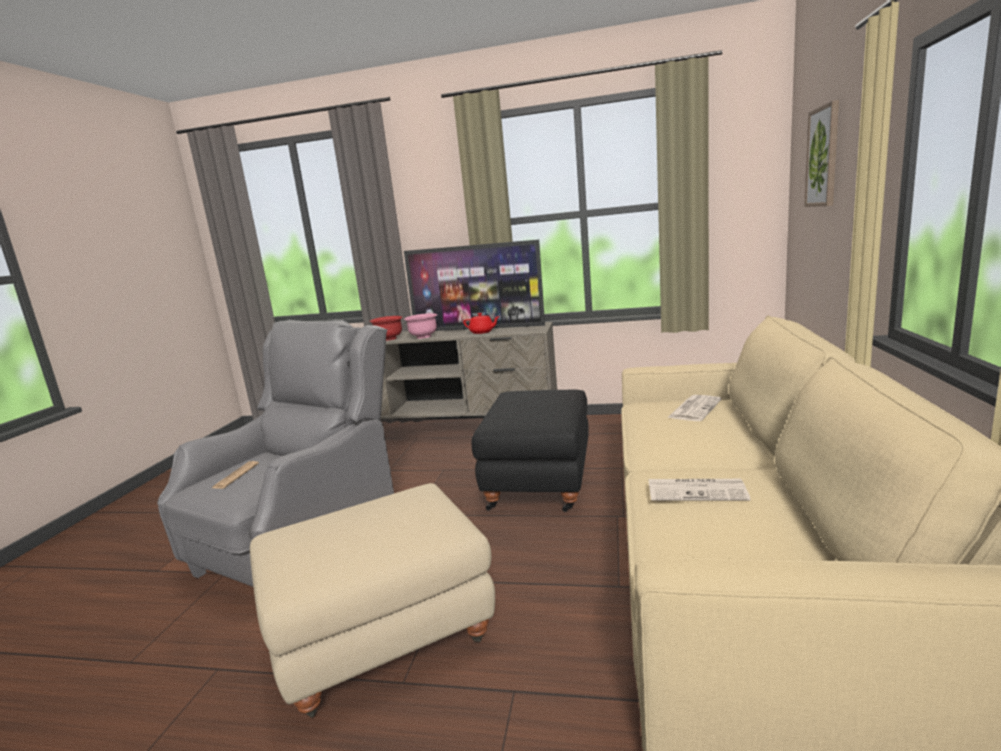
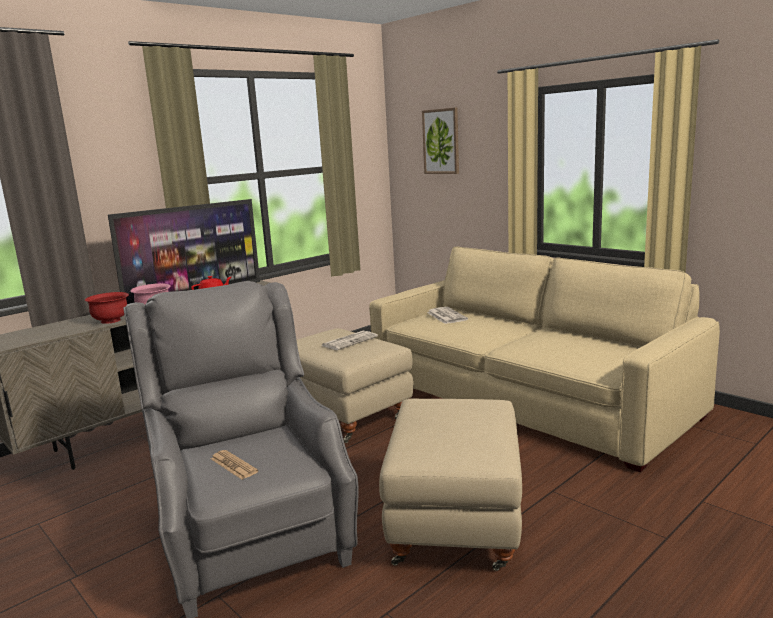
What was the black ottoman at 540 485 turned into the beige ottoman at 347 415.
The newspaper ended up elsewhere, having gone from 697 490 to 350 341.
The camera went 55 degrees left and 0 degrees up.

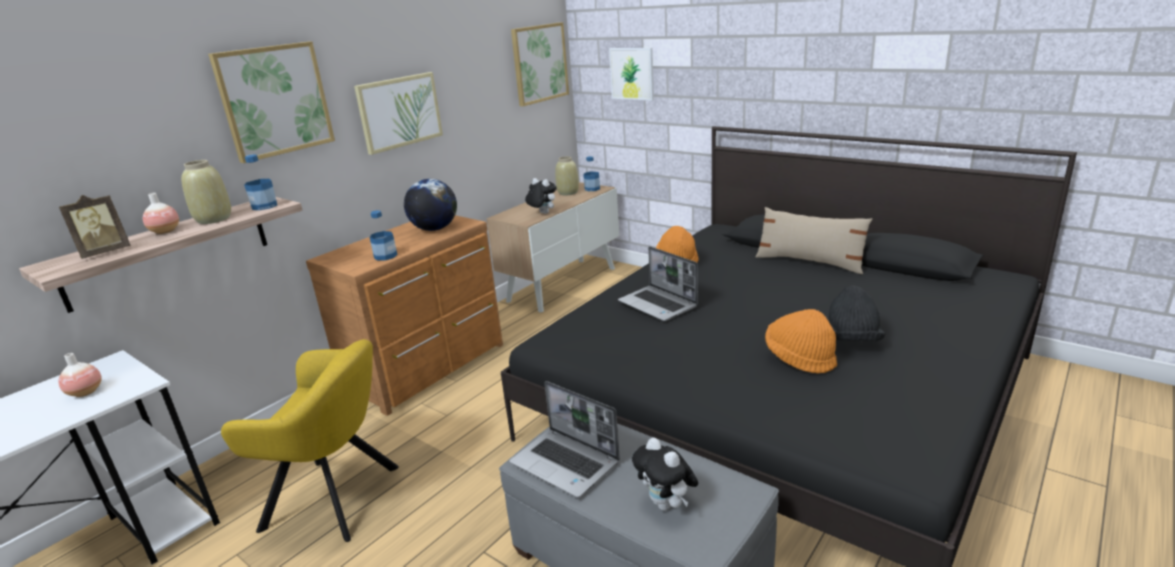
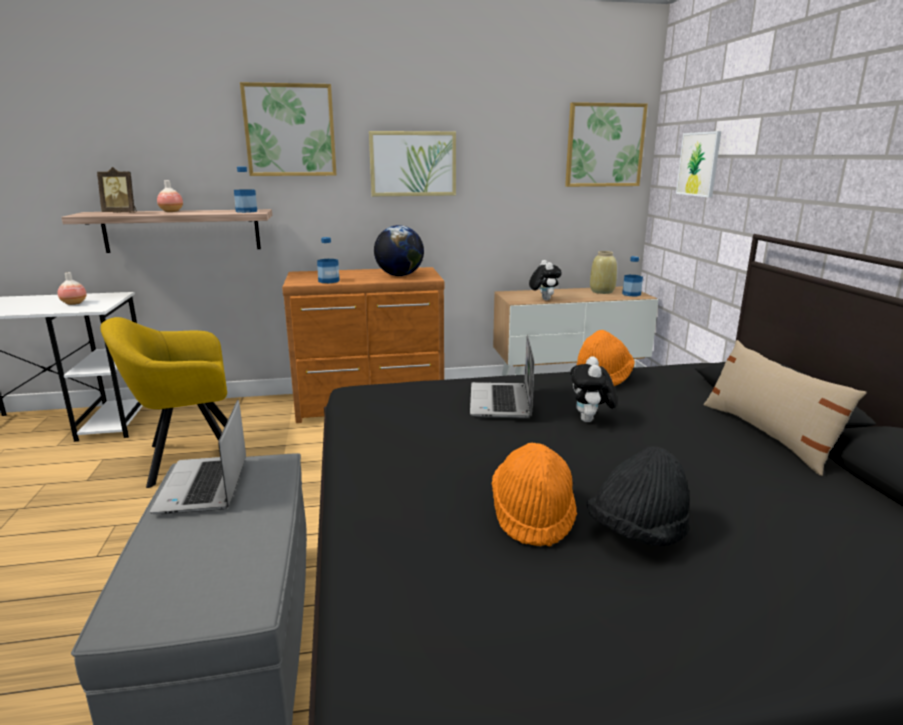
The second view lost the beige vase at 214 219.
The yellow armchair at 338 498 ended up facing another way, 105 degrees clockwise from before.
The plush toy ended up elsewhere, having gone from 666 505 to 590 421.
The camera went 40 degrees right and 5 degrees down.

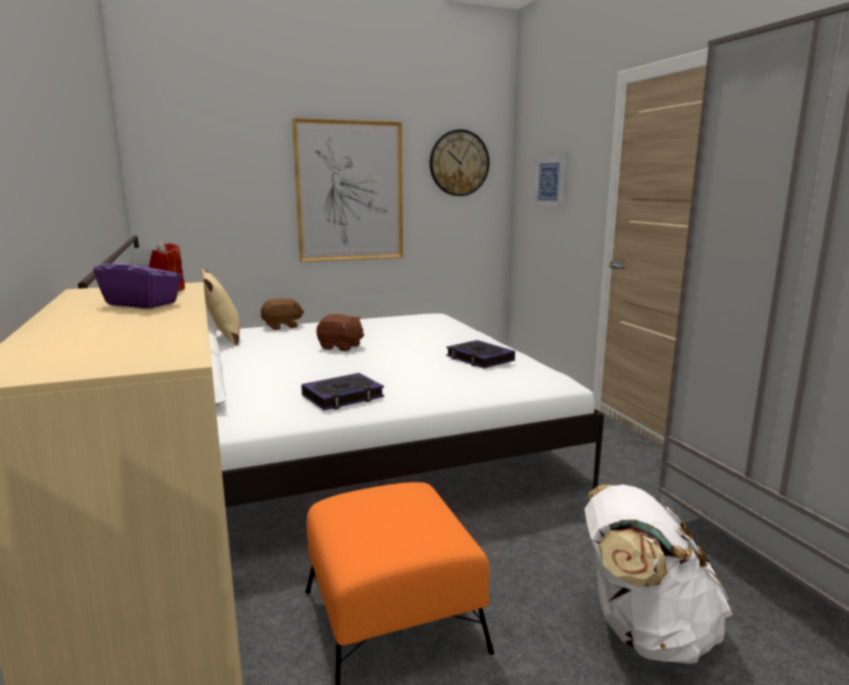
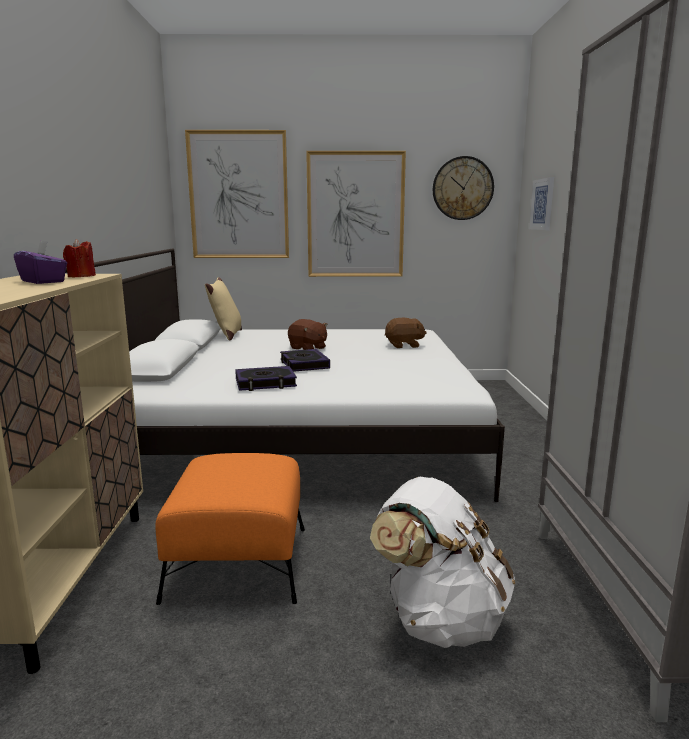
The brown plush toy ended up elsewhere, having gone from 282 327 to 404 345.
The book ended up elsewhere, having gone from 479 359 to 304 364.
The second view gained the picture at 239 195.
The camera went 20 degrees right and 0 degrees up.

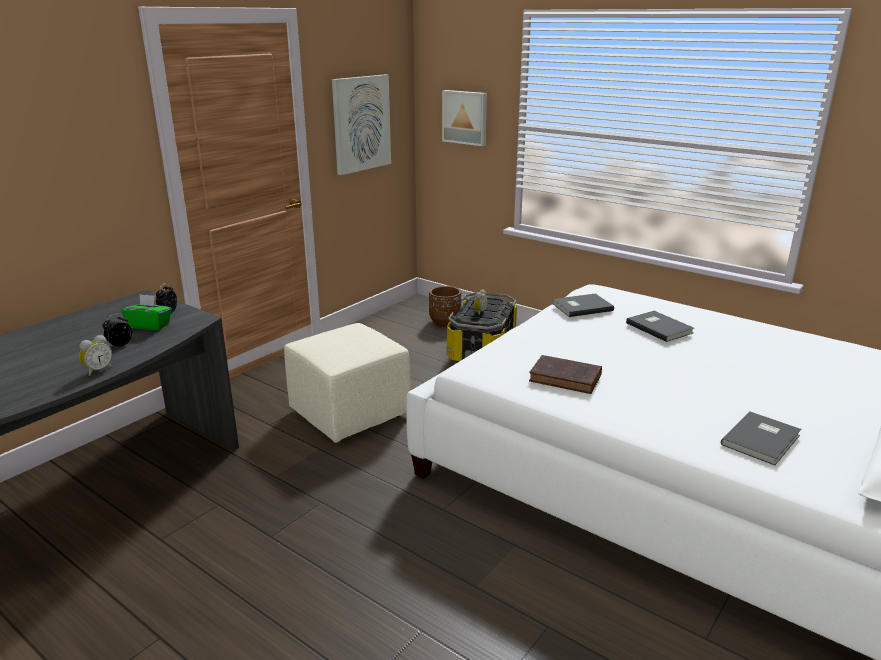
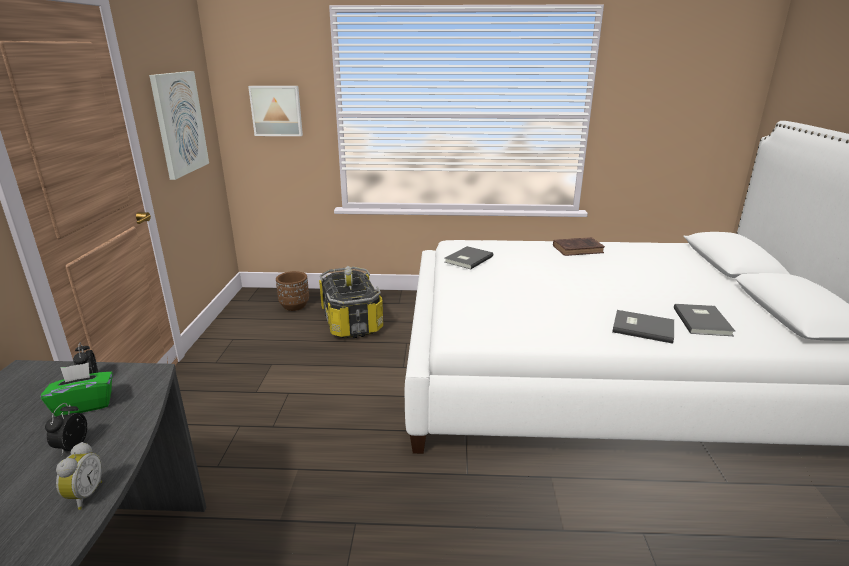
The grey book ended up elsewhere, having gone from 659 327 to 642 327.
The second view lost the beige ottoman at 350 413.
The brown book ended up elsewhere, having gone from 567 378 to 579 249.
The camera went 35 degrees left and 0 degrees up.

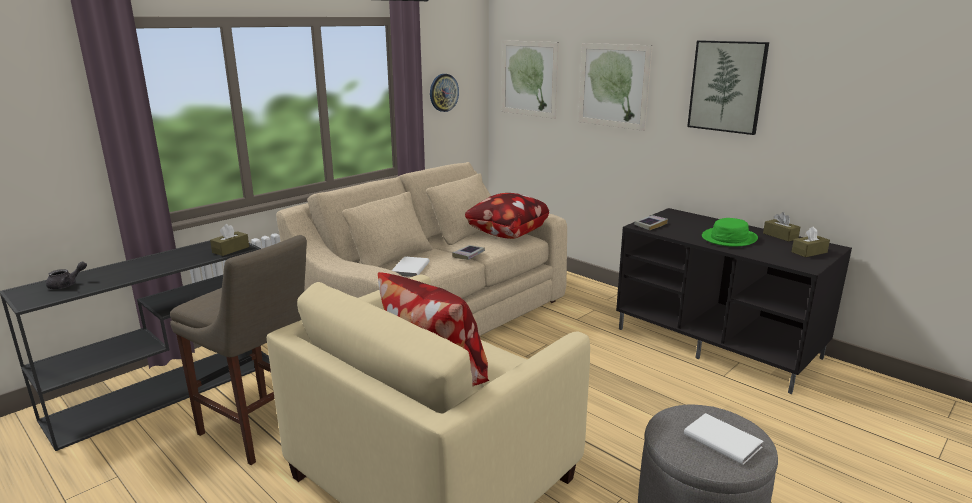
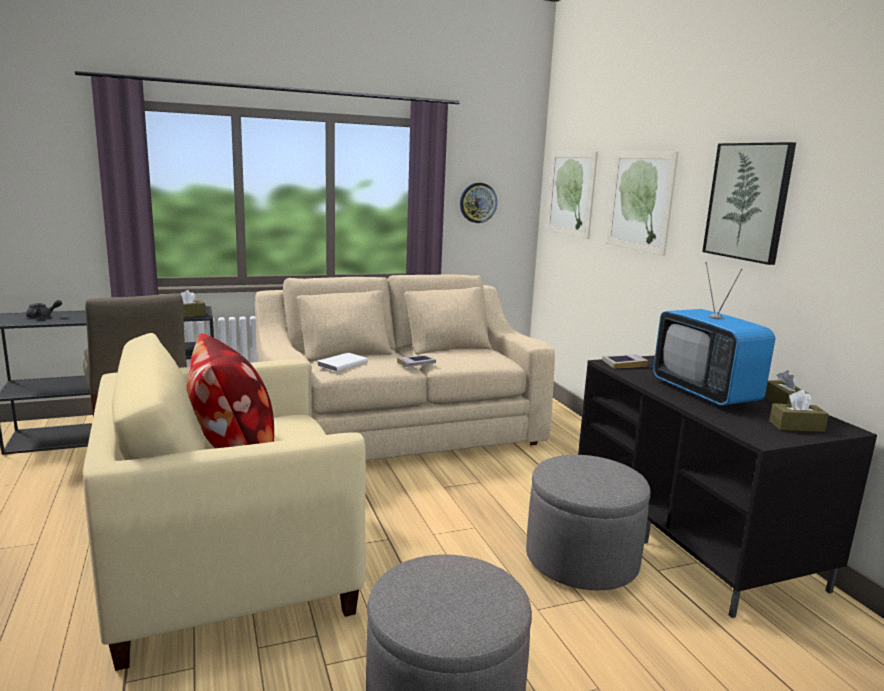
The second view lost the pillow at 505 234.
Where the green hat stood at 729 238, the television came to stand at 705 393.
The second view lost the white book at 722 439.
The second view gained the grey ottoman at 581 559.
The camera went 25 degrees right and 5 degrees down.

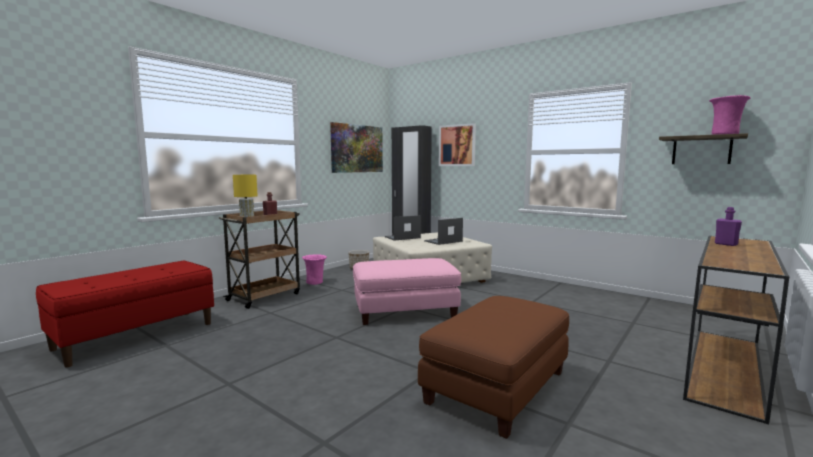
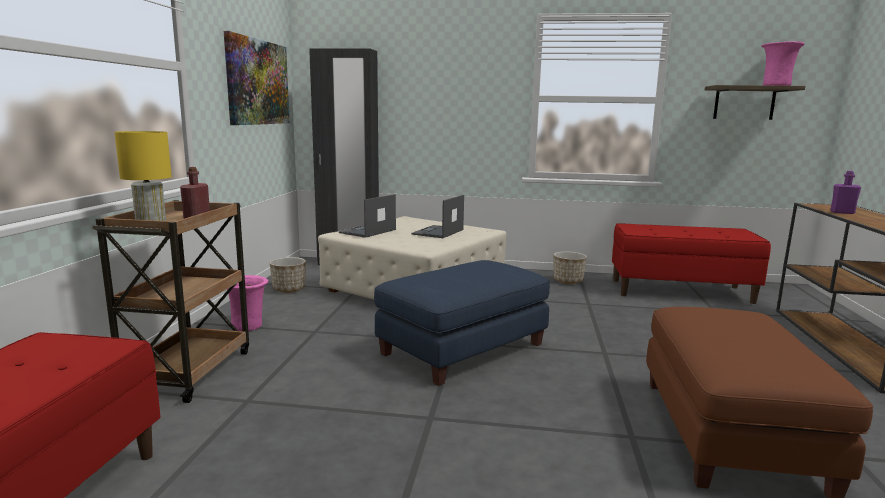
The second view lost the picture at 457 145.
What was the pink ottoman at 405 311 turned into the blue ottoman at 463 348.
The second view gained the red bench at 680 291.
The second view gained the planter at 568 281.
The camera went 30 degrees left and 5 degrees up.

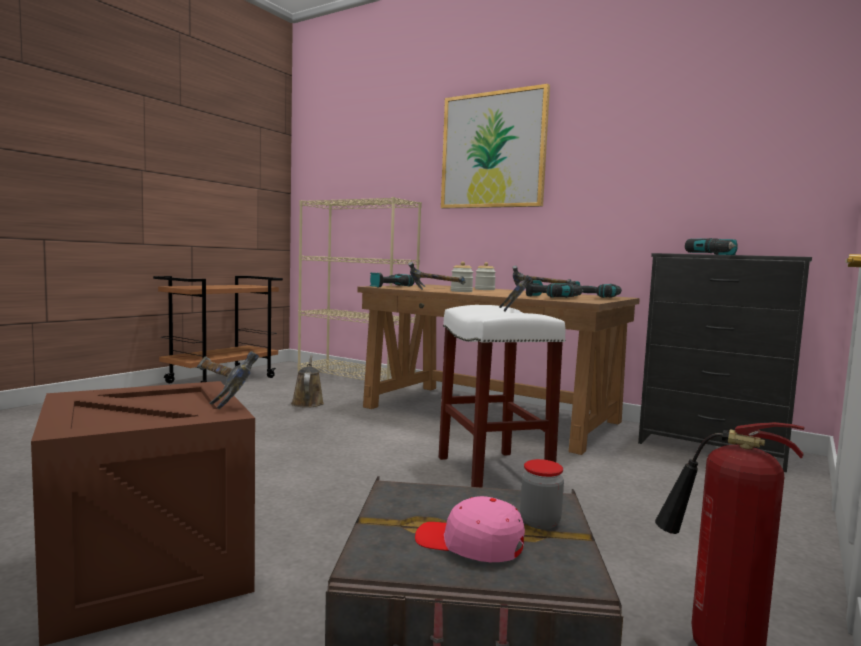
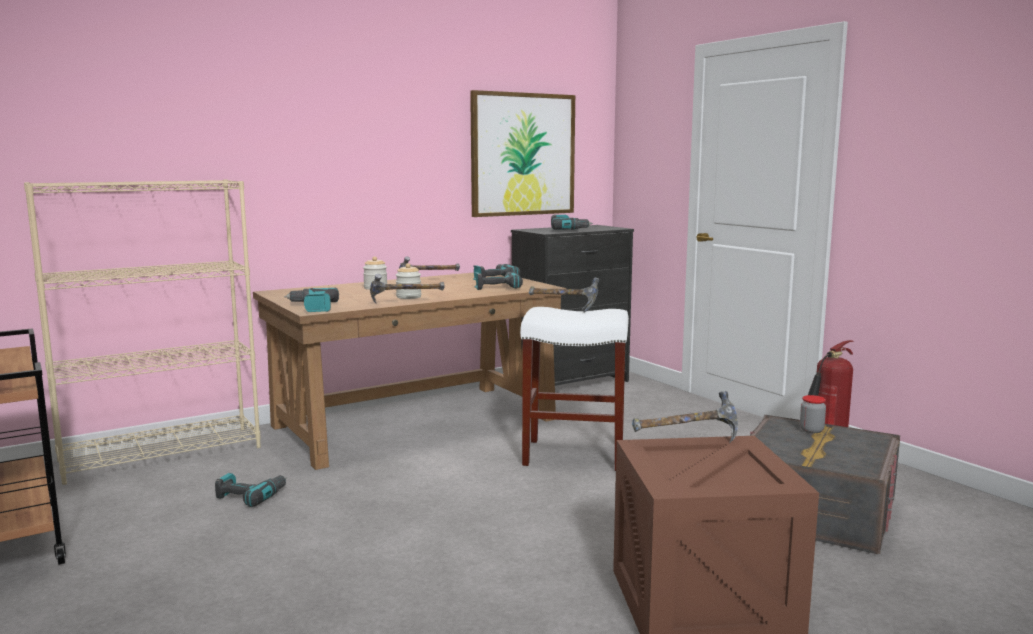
The picture ended up elsewhere, having gone from 493 150 to 523 154.
Where the brown watering can stood at 307 402, the power drill came to stand at 251 496.
The second view lost the pink cap at 469 544.
The camera went 65 degrees left and 5 degrees up.

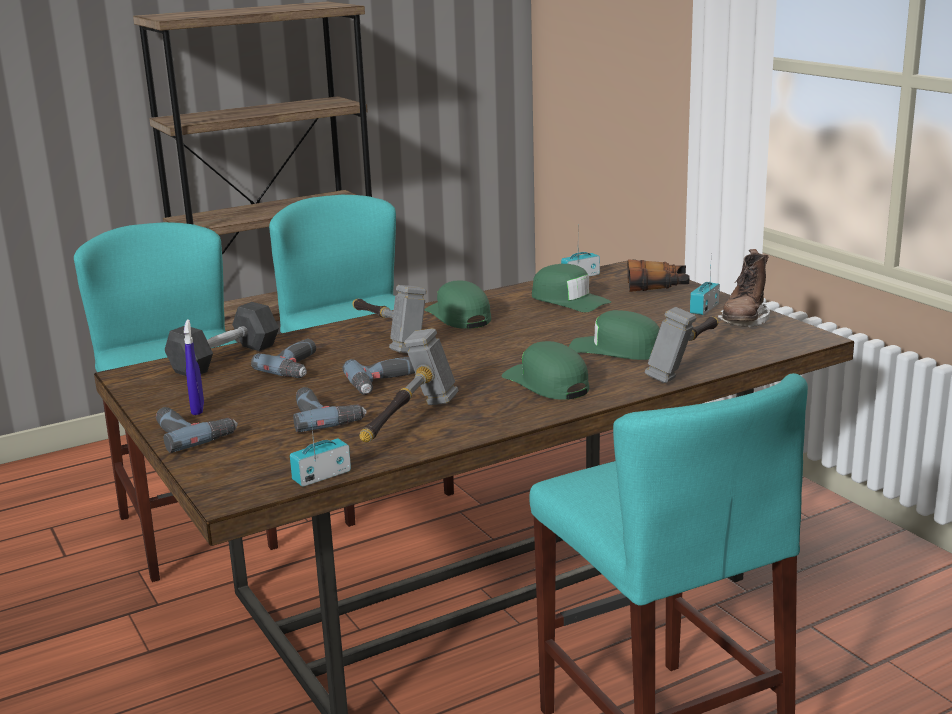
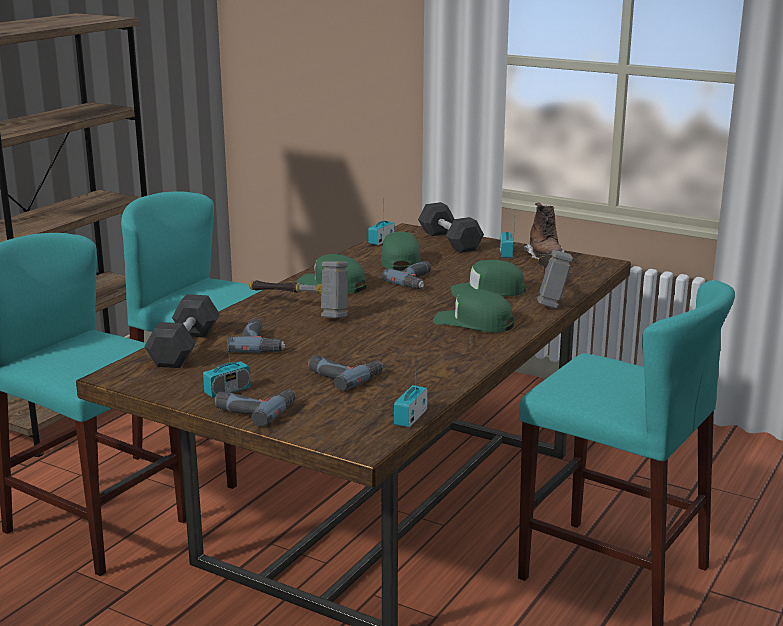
Where the binoculars stood at 657 286, the grey dumbbell came to stand at 449 241.
The green cap at 569 300 ended up facing another way, 105 degrees counterclockwise from before.
Where the blue spray bottle stood at 197 409, the radio came to stand at 227 391.
The second view lost the hammer at 408 423.
The power drill ended up elsewhere, having gone from 384 383 to 416 281.
The camera went 30 degrees left and 0 degrees up.

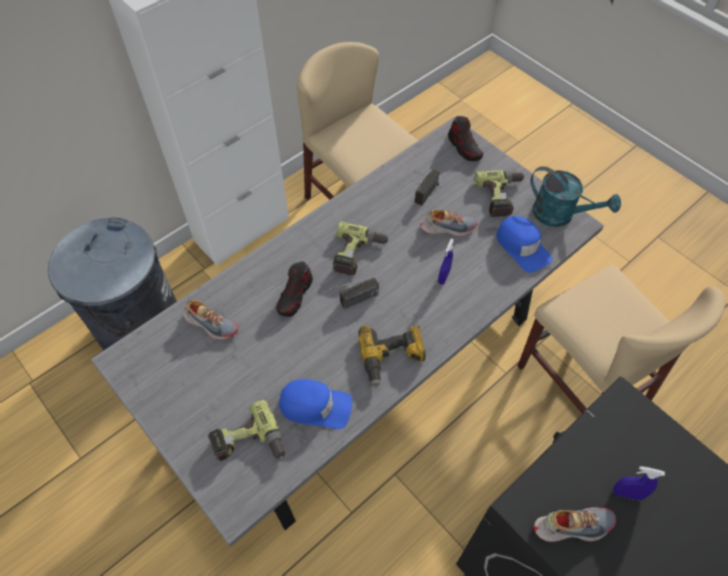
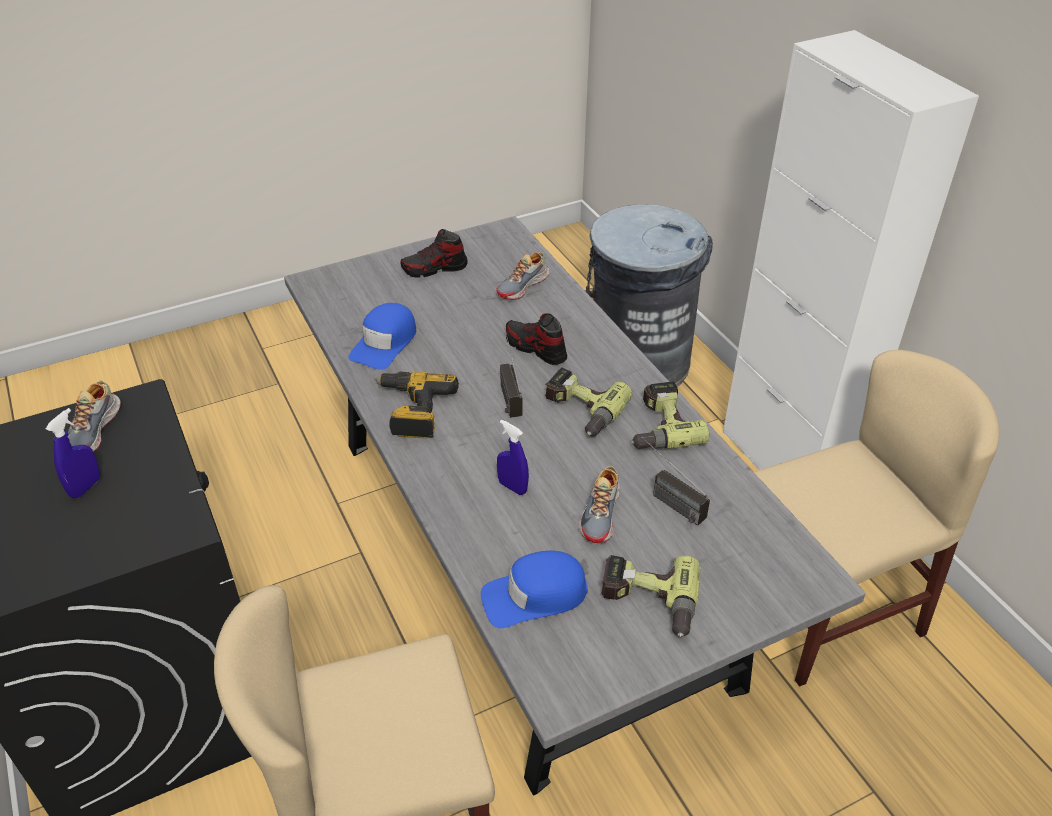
The shoe ended up elsewhere, having gone from 464 147 to 434 268.
The second view lost the turquoise watering can at 560 215.
The power drill ended up elsewhere, having gone from 248 444 to 659 427.
The camera went 105 degrees right and 15 degrees down.

